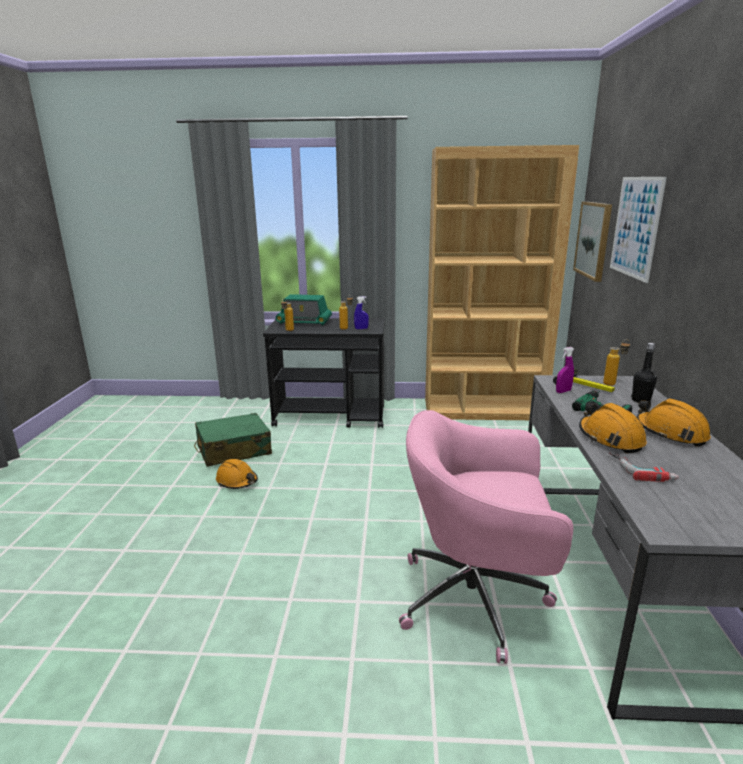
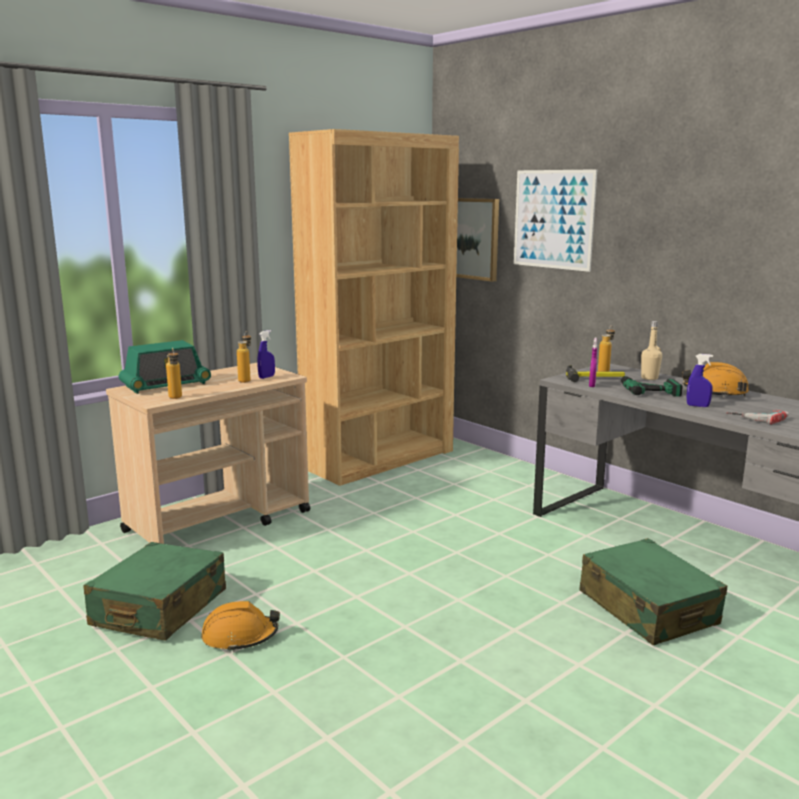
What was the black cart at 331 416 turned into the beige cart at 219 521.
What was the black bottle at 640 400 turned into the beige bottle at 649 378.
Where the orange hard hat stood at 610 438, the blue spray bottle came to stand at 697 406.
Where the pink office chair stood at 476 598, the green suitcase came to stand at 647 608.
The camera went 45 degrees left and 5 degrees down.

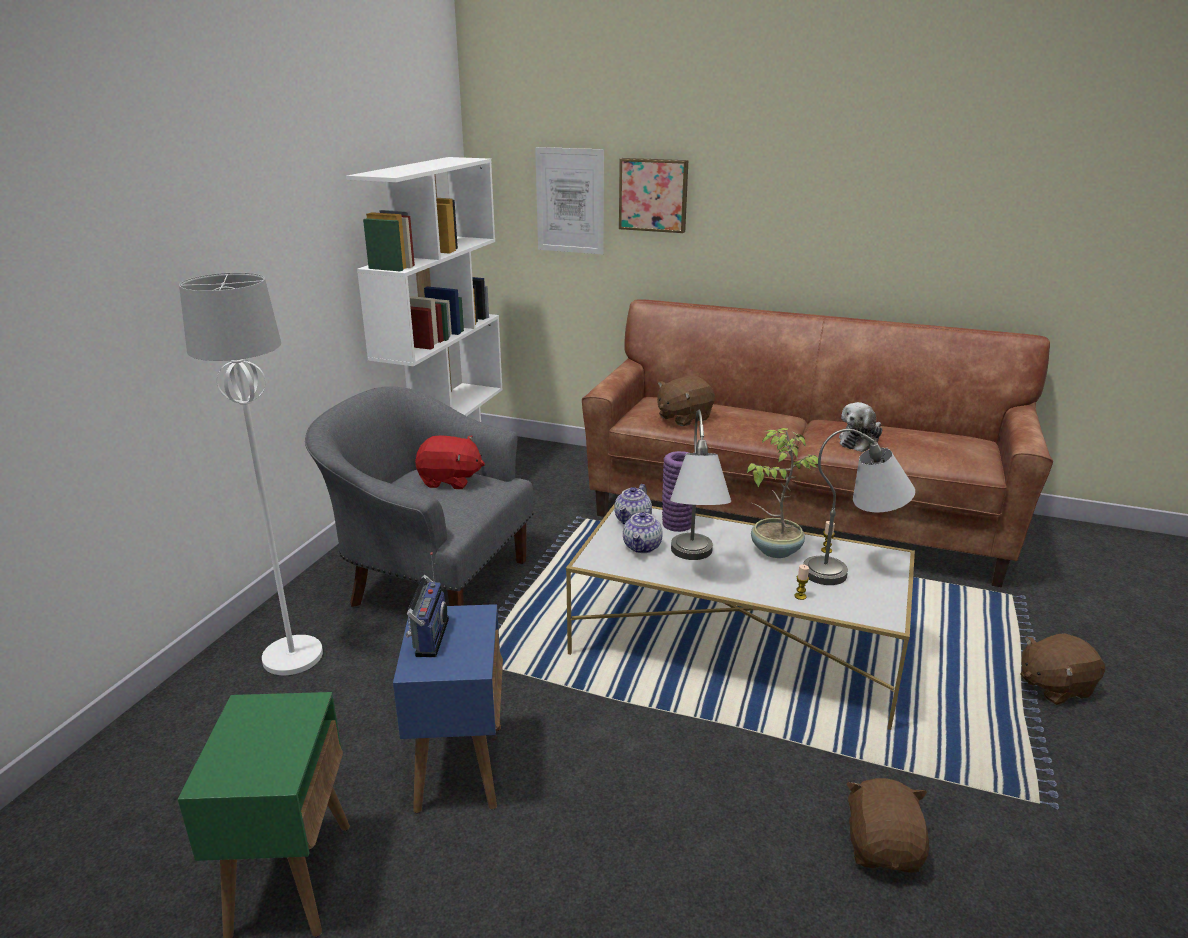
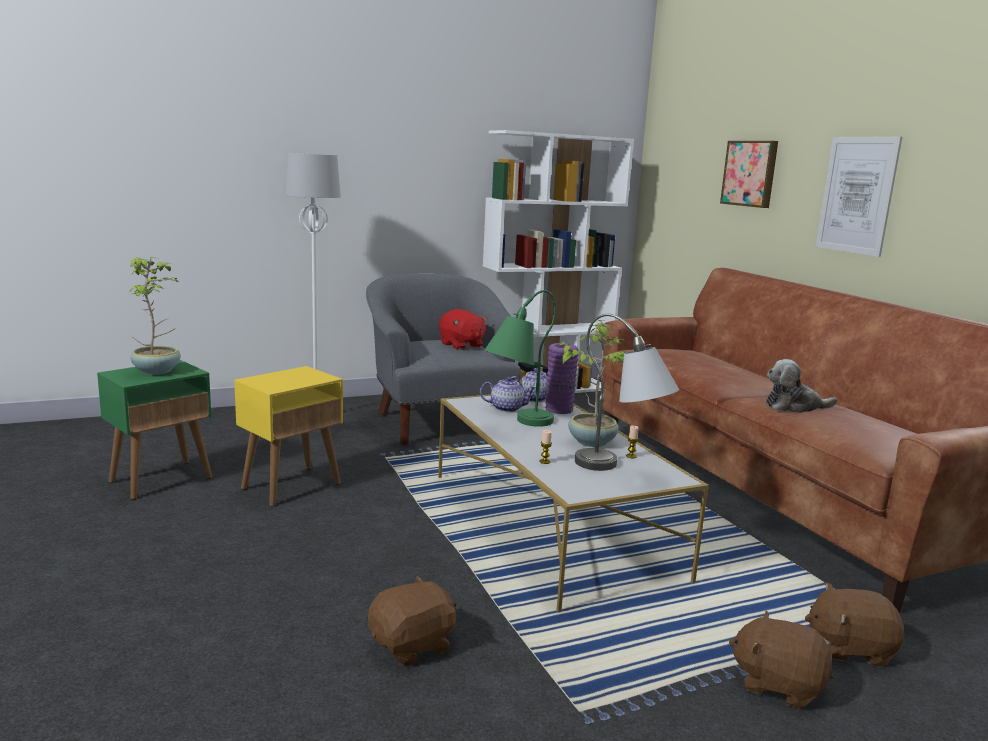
The picture ended up elsewhere, having gone from 570 201 to 857 195.
The brown plush toy ended up elsewhere, having gone from 683 418 to 850 647.
What was the grey table lamp at 693 564 turned into the green table lamp at 516 425.
The teapot at 642 547 ended up facing another way, 150 degrees counterclockwise from before.
The second view lost the radio at 428 637.
What was the blue side table at 459 766 turned into the yellow side table at 292 485.
The second view gained the potted plant at 158 371.
The camera went 45 degrees right and 10 degrees down.

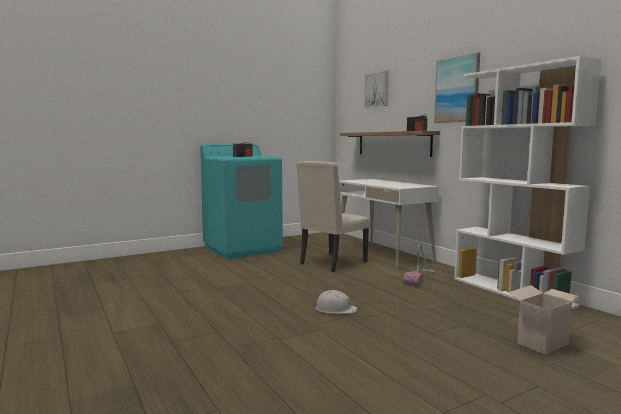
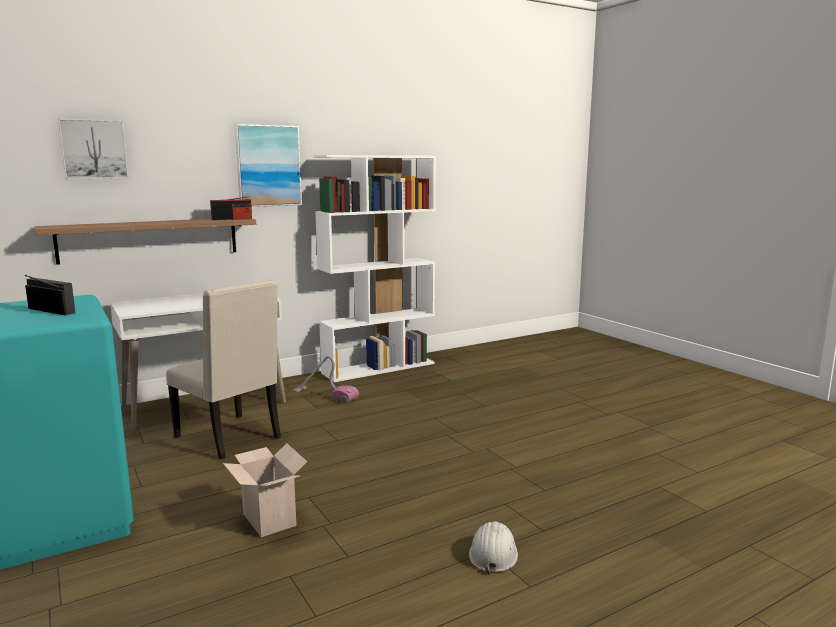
The cardboard box ended up elsewhere, having gone from 542 342 to 267 519.
The white hard hat ended up elsewhere, having gone from 335 309 to 493 553.
The camera went 90 degrees left and 5 degrees up.

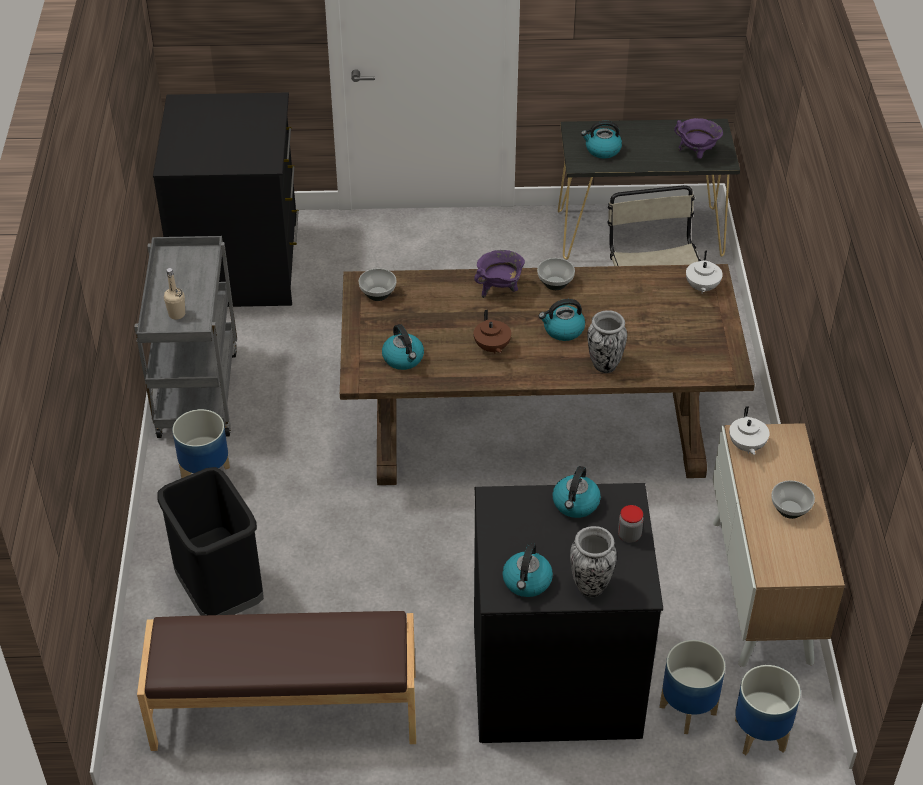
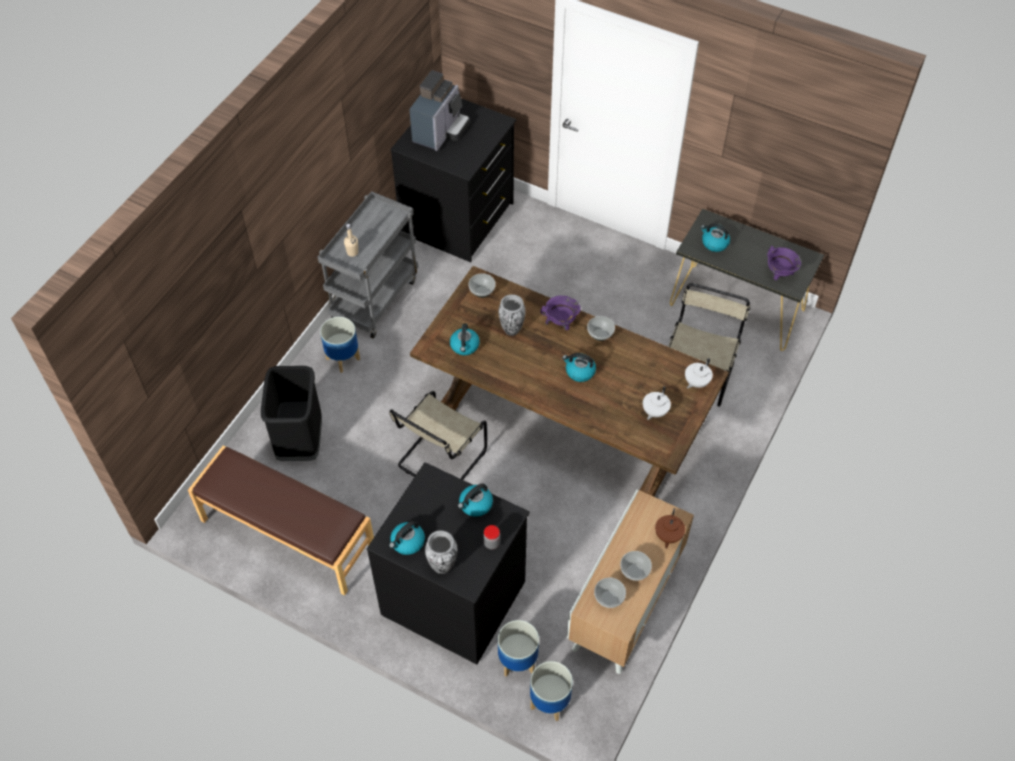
The brown teapot ended up elsewhere, having gone from 491 348 to 668 535.
The vase ended up elsewhere, having gone from 604 365 to 511 329.
The white teapot ended up elsewhere, having gone from 746 446 to 654 411.
The second view gained the coffee machine at 440 131.
The second view gained the beige chair at 439 460.
The second view gained the bowl at 609 598.
The camera went 30 degrees right and 10 degrees up.

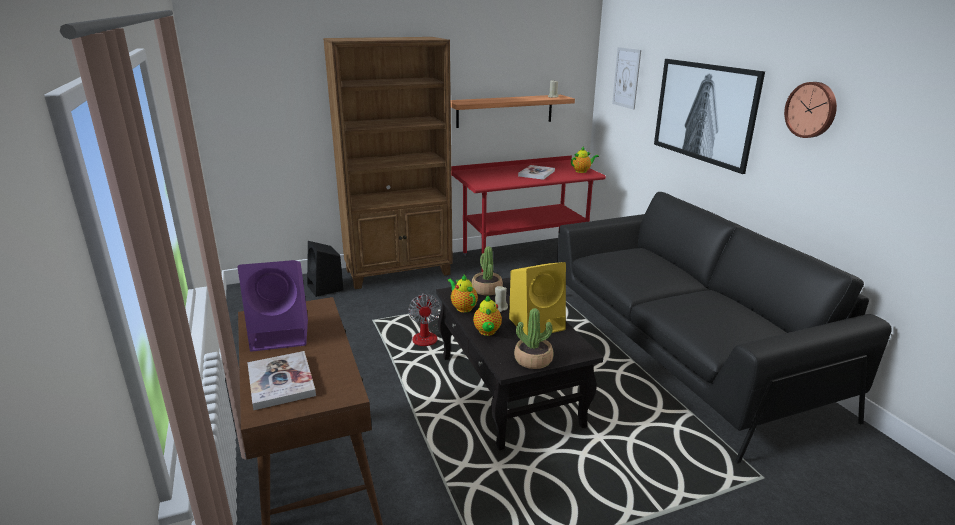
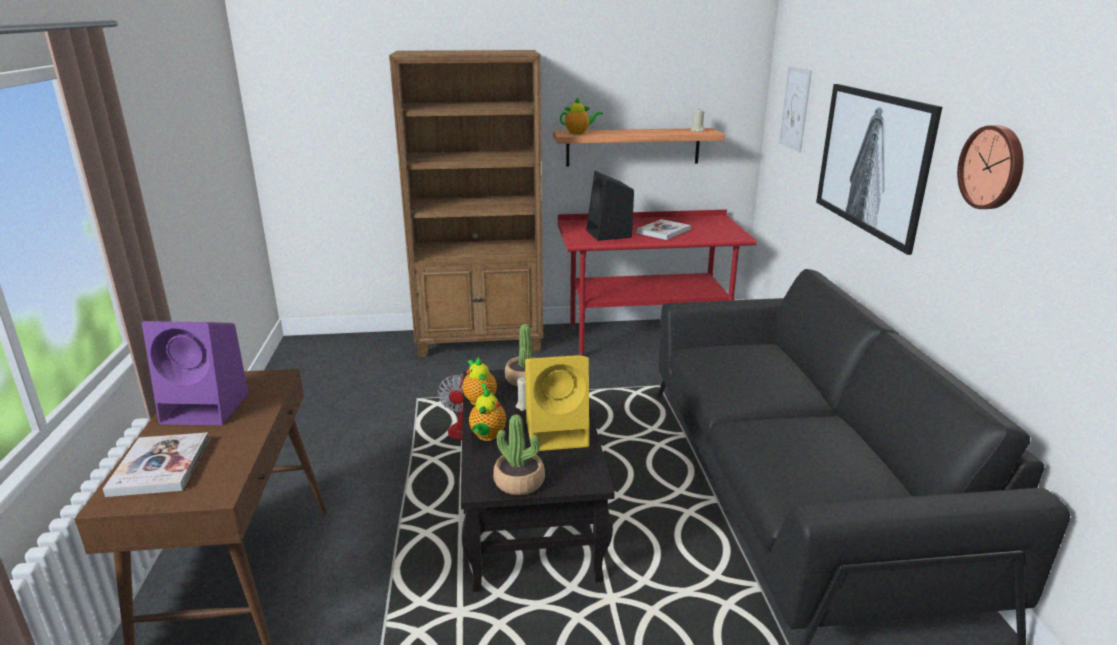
The teapot ended up elsewhere, having gone from 582 171 to 579 133.
The black speaker ended up elsewhere, having gone from 326 288 to 609 234.
The camera went 15 degrees right and 0 degrees up.

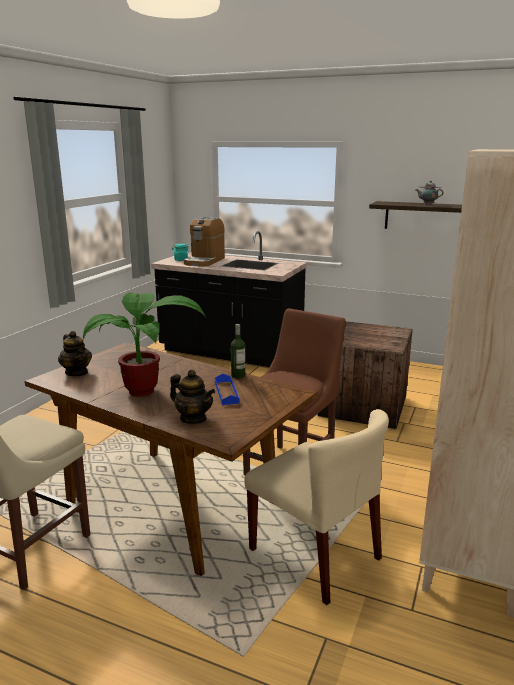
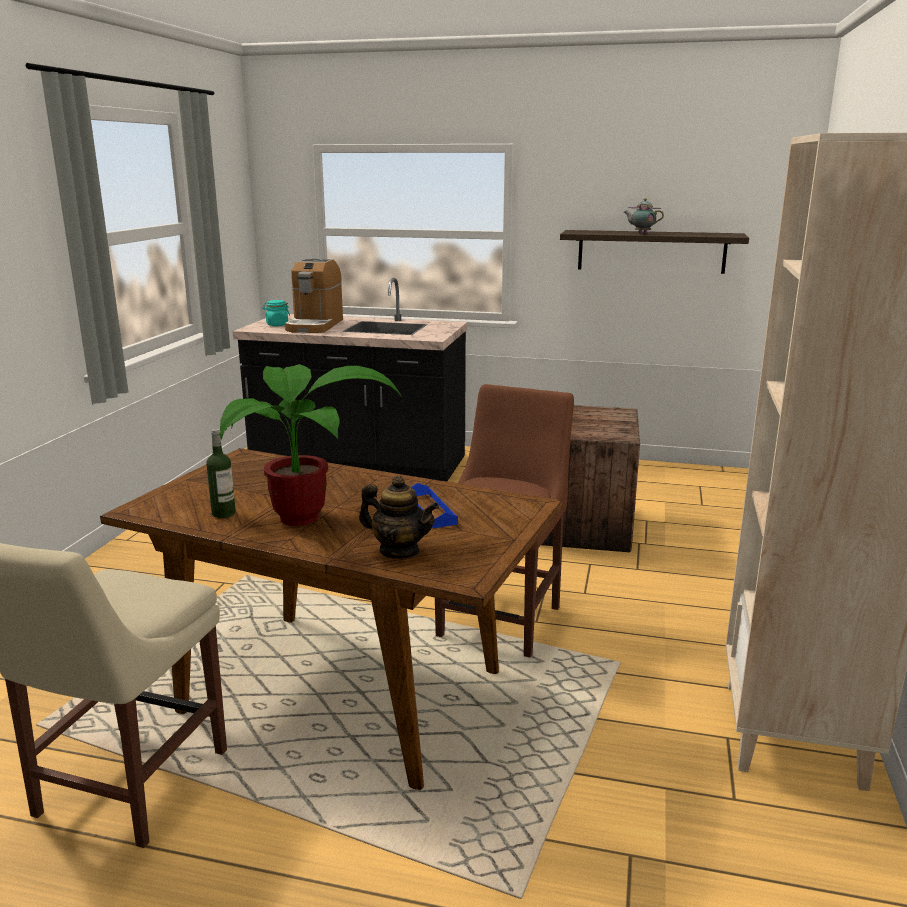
The bottle ended up elsewhere, having gone from 238 375 to 223 513.
The second view lost the teapot at 77 372.
The second view lost the beige chair at 315 554.
The camera went 10 degrees left and 0 degrees up.

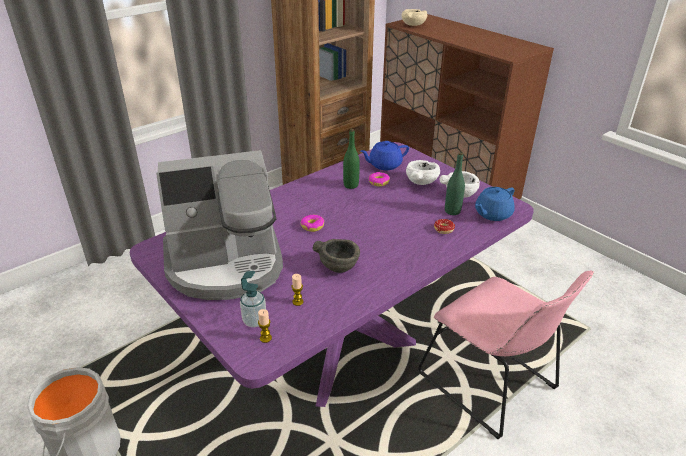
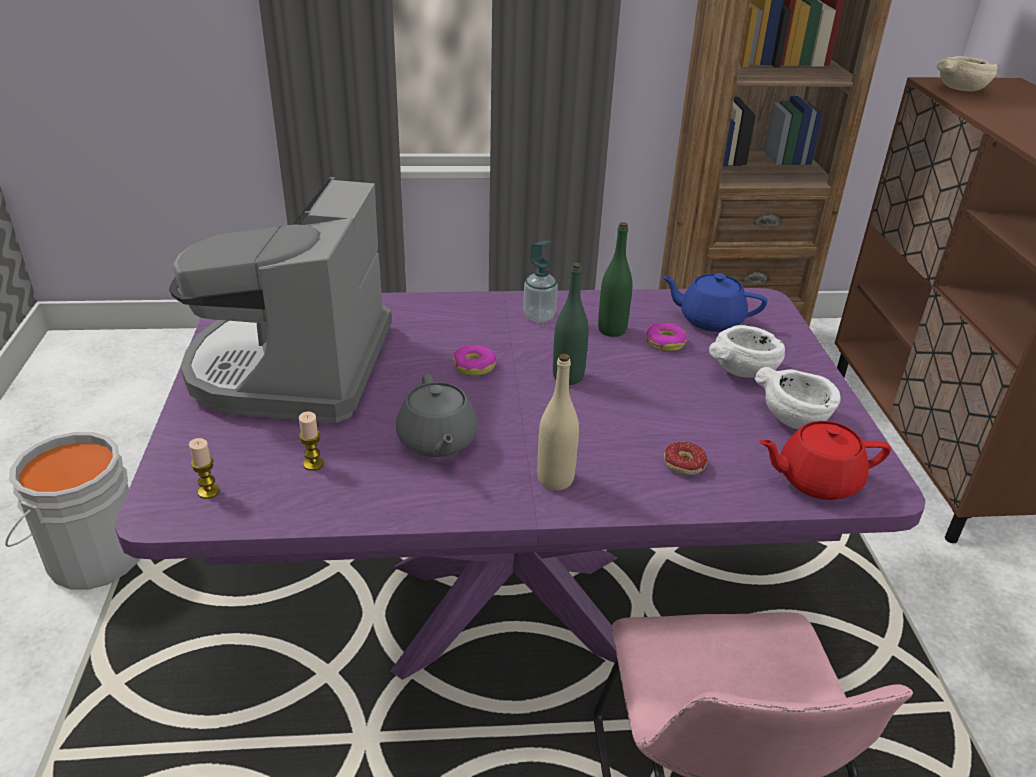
The coffee machine at 226 264 ended up facing another way, 75 degrees clockwise from before.
The green bottle ended up elsewhere, having gone from 452 211 to 568 377.
What was the blue teapot at 492 214 turned into the red teapot at 816 480.
Where the grey bowl stood at 339 266, the grey teapot came to stand at 437 441.
The soap dispenser ended up elsewhere, having gone from 254 321 to 539 316.
The second view gained the beige bottle at 555 479.
The camera went 35 degrees right and 0 degrees up.

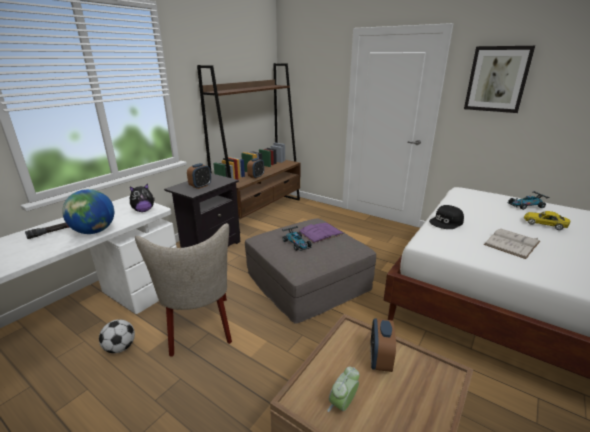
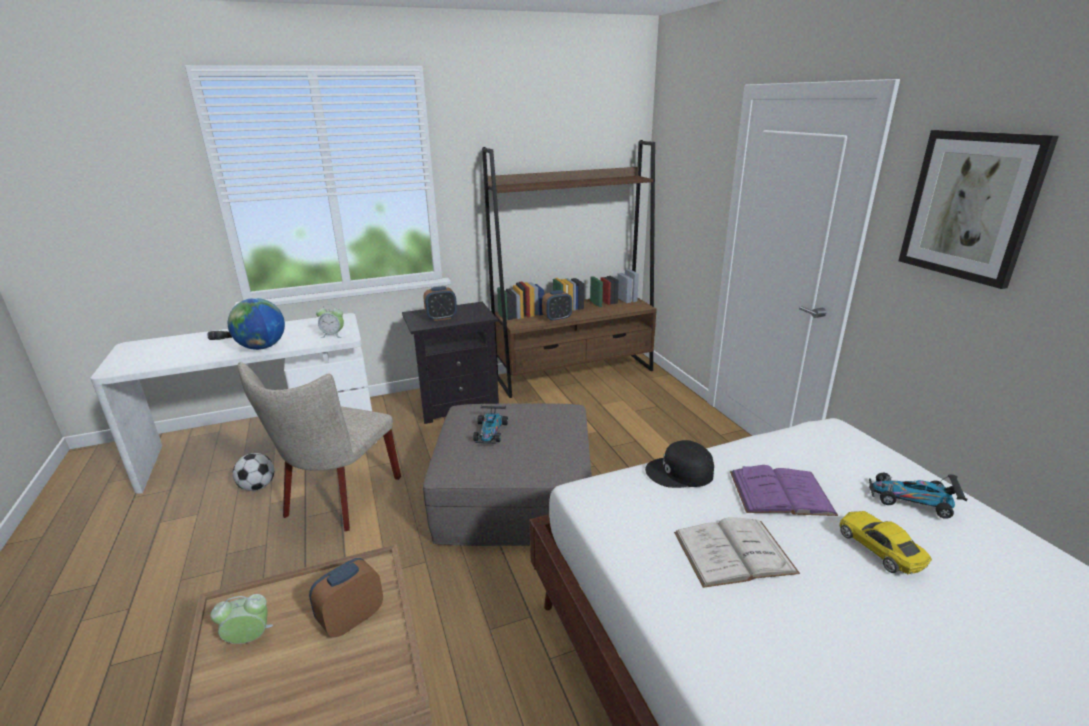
Where the plush toy stood at 143 210, the alarm clock came to stand at 333 335.
The purple book ended up elsewhere, having gone from 321 233 to 780 492.
The camera went 35 degrees right and 0 degrees up.

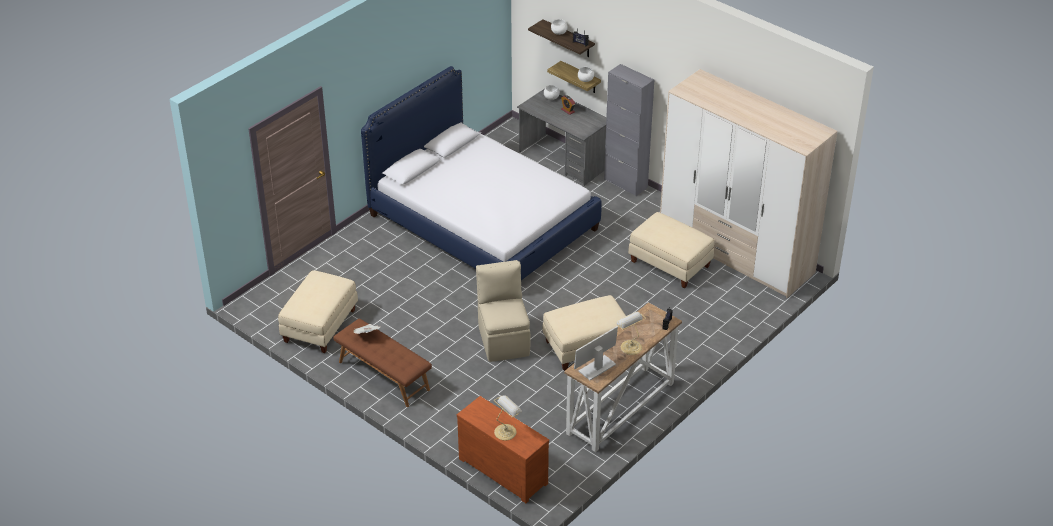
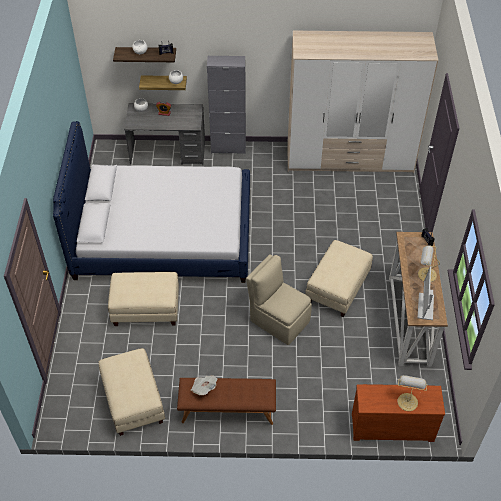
The beige ottoman ended up elsewhere, having gone from 670 264 to 146 309.
The camera went 40 degrees left and 10 degrees up.

